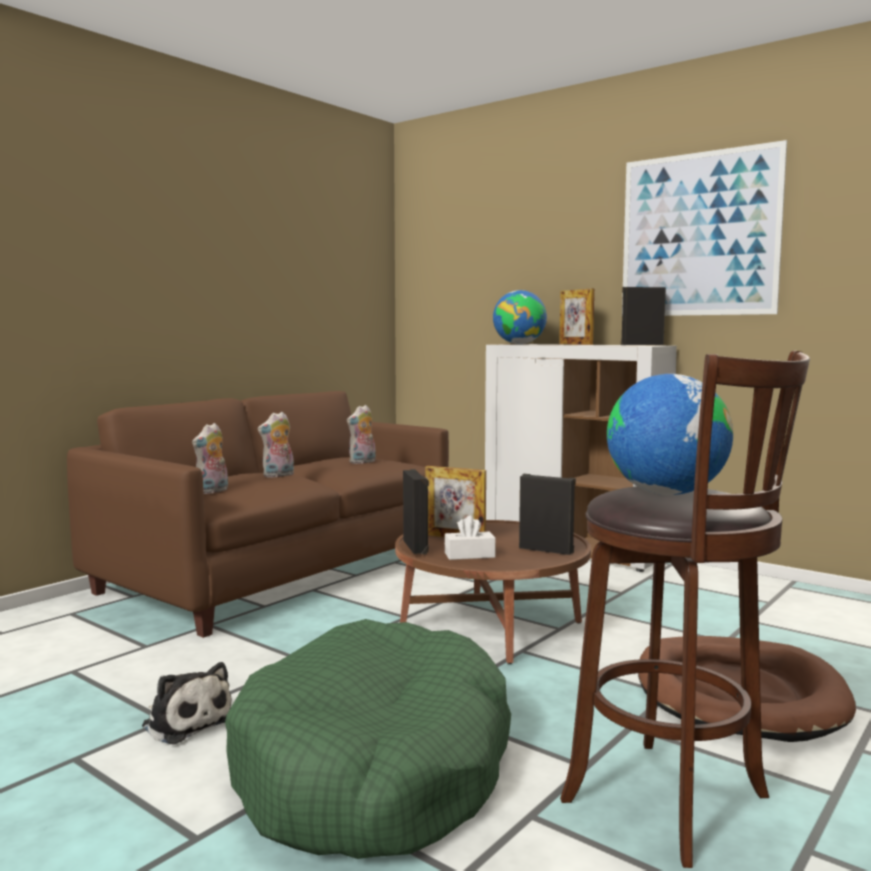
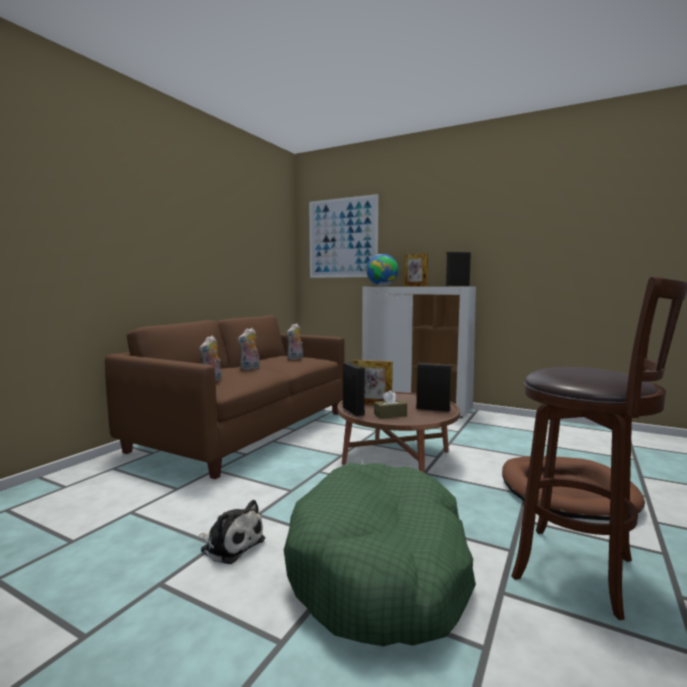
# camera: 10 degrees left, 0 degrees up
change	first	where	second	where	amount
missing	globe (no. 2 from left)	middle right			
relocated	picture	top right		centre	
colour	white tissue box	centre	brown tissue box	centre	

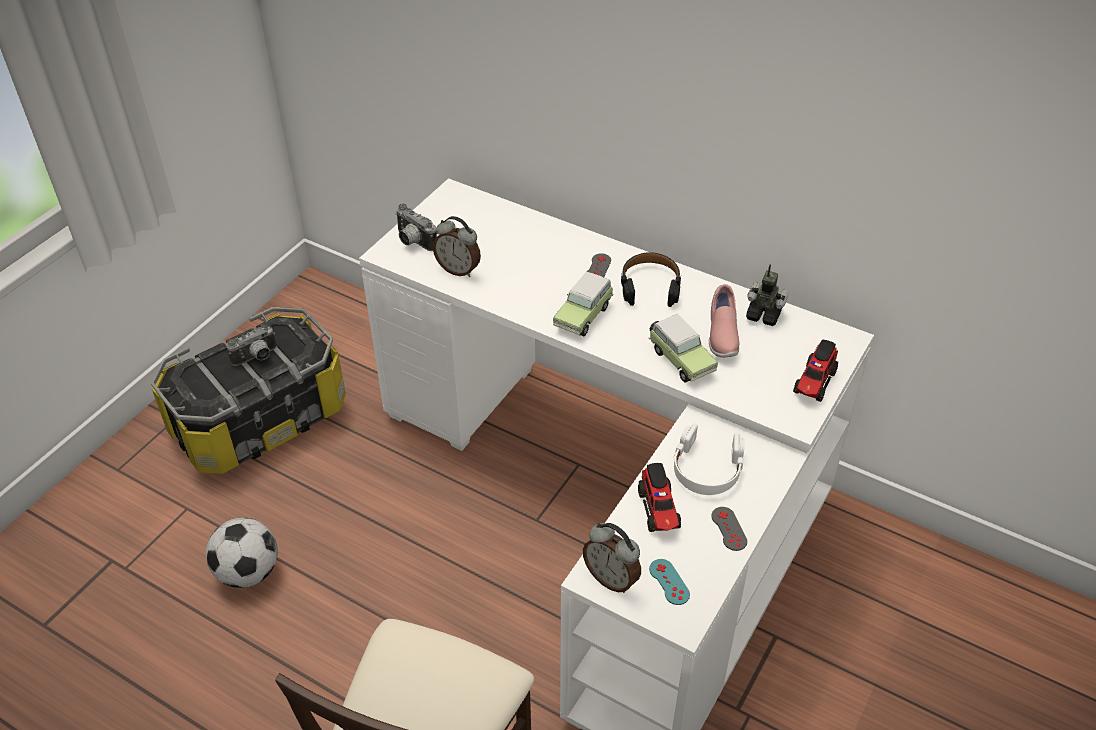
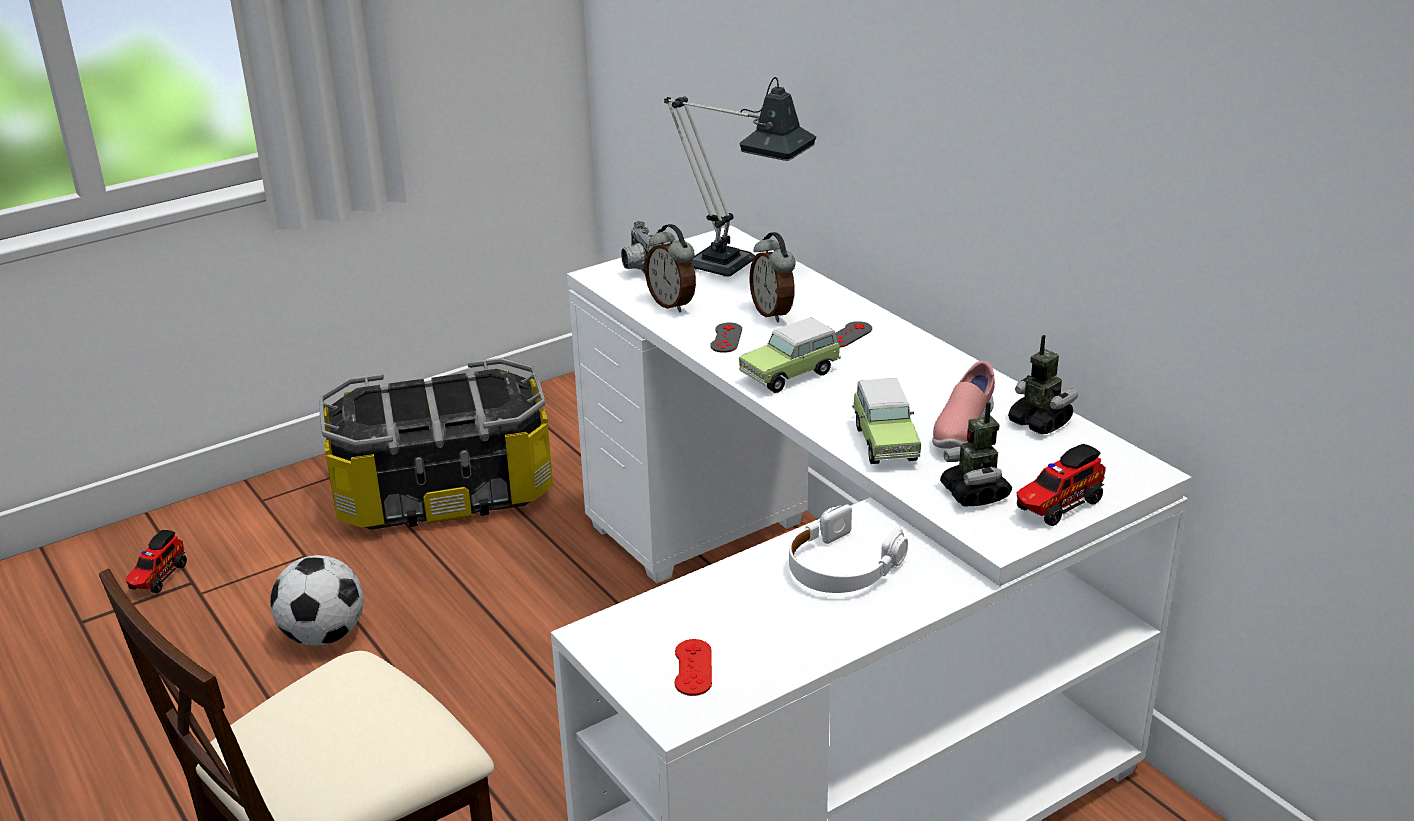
# camera: 25 degrees right, 15 degrees down
change	first	where	second	where	amount
missing	photo camera (no. 1 from left)	middle left			
missing	black headphones	centre			
appeared			table lamp	top centre	
appeared			toy robot (no. 1 from left)	middle right	
relocated	alarm clock (no. 2 from left)	bottom centre		centre	
relocated	toy truck (no. 1 from left)	bottom centre		bottom left	
relocated	grey game controller (no. 2 from left in the first image)	bottom centre	grey game controller (no. 1 from left)	centre	
colour	turquoise game controller	bottom centre	red game controller	bottom centre	

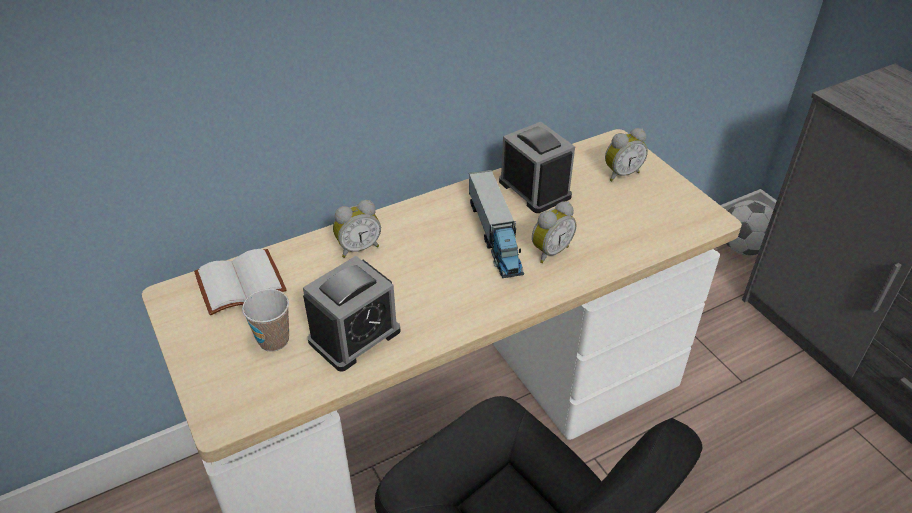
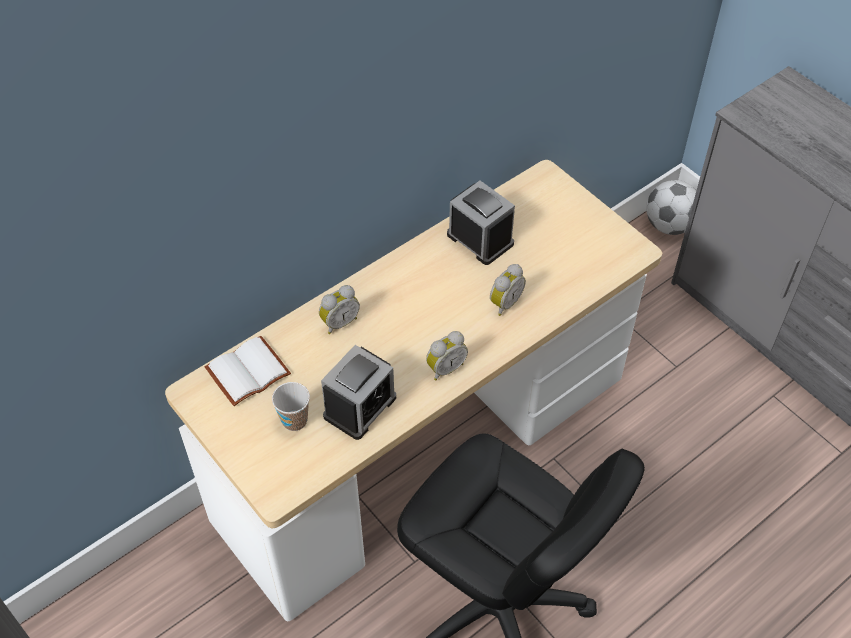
# camera: 10 degrees left, 10 degrees up
change	first	where	second	where	amount
missing	toy truck	centre			
relocated	alarm clock (no. 5 from left in the first image)	top right	alarm clock (no. 3 from left)	centre	

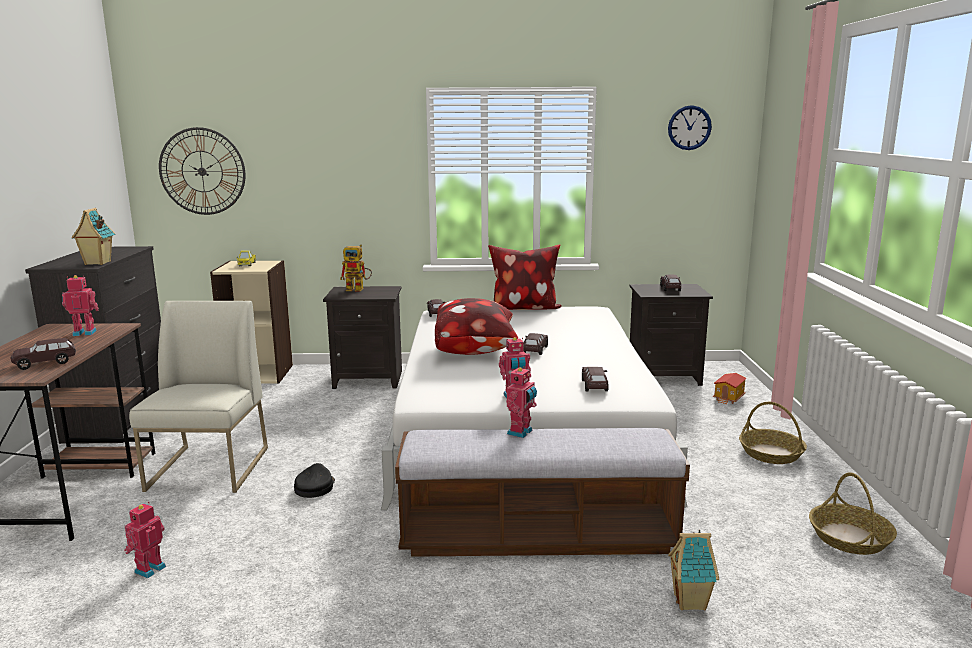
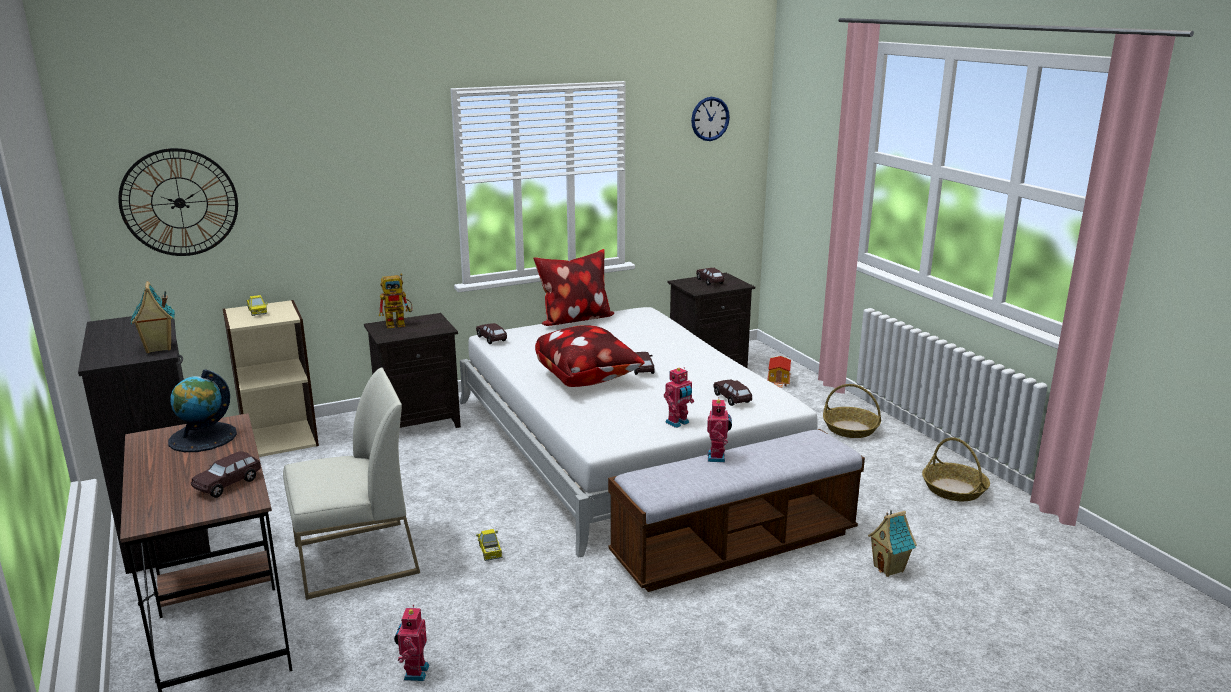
# camera: 25 degrees left, 5 degrees up
change	first	where	second	where	amount
exchanged	toy robot (no. 1 from left)	middle left	globe	middle left	
exchanged	black cap	bottom left	toy truck (no. 2 from left)	bottom centre	
spun	white chair	middle left		bottom left	90 degrees clockwise

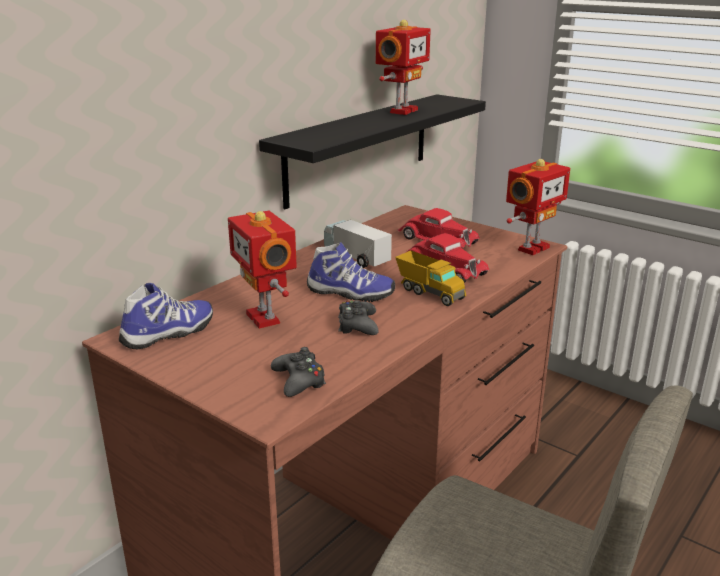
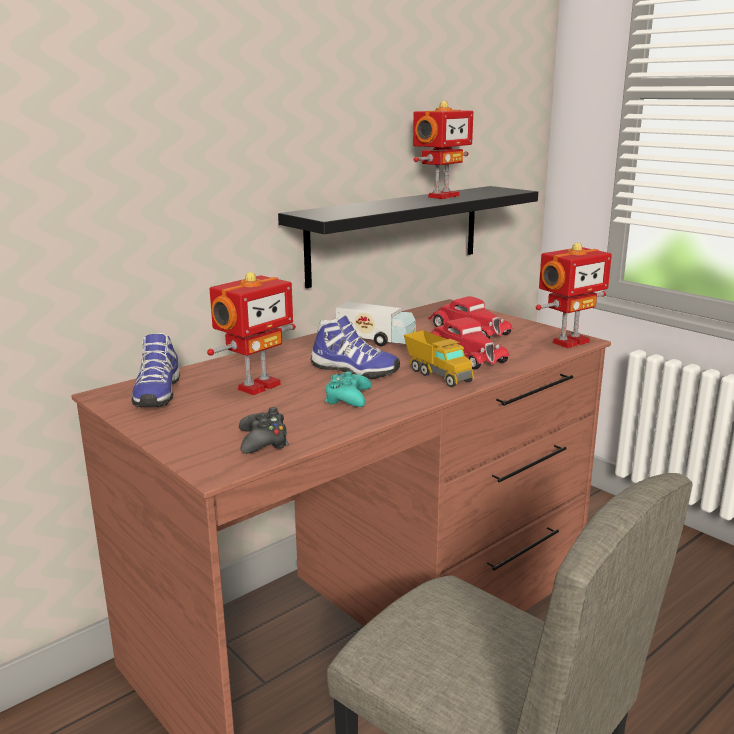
# camera: 10 degrees right, 5 degrees down
change	first	where	second	where	amount
colour	black game controller (no. 2 from left)	centre	turquoise game controller	centre	
spun	shoe (no. 1 from left)	middle left		middle left	120 degrees clockwise
spun	toy robot (no. 1 from left)	centre		centre	120 degrees counterclockwise
spun	toy truck (no. 1 from left)	centre		centre	150 degrees clockwise

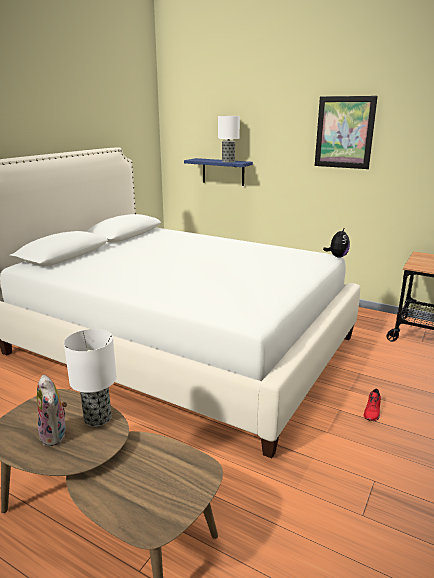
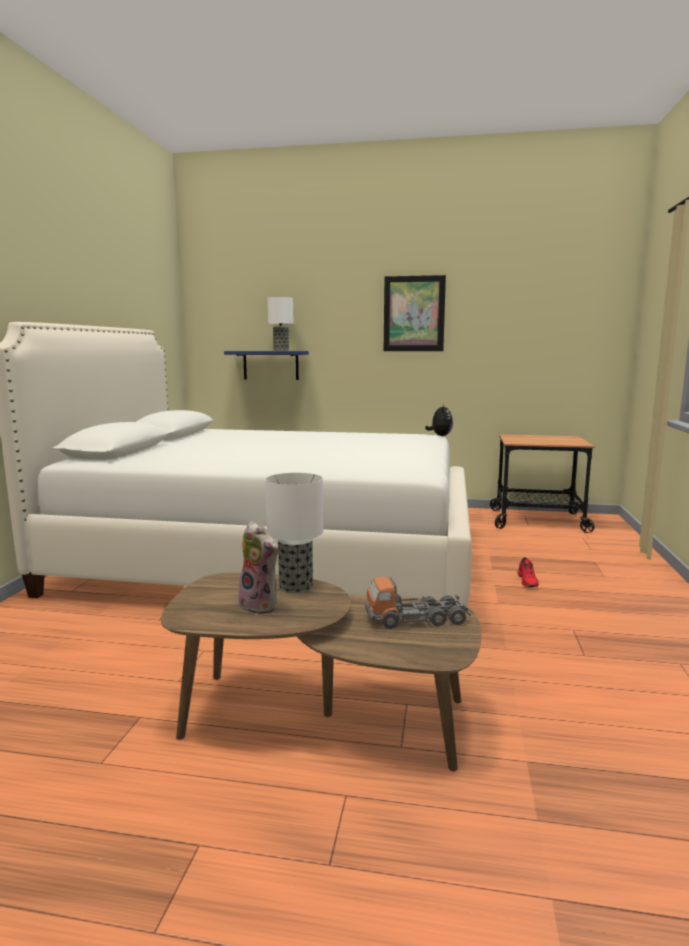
# camera: 20 degrees left, 10 degrees down
change	first	where	second	where	amount
appeared			toy truck	centre	

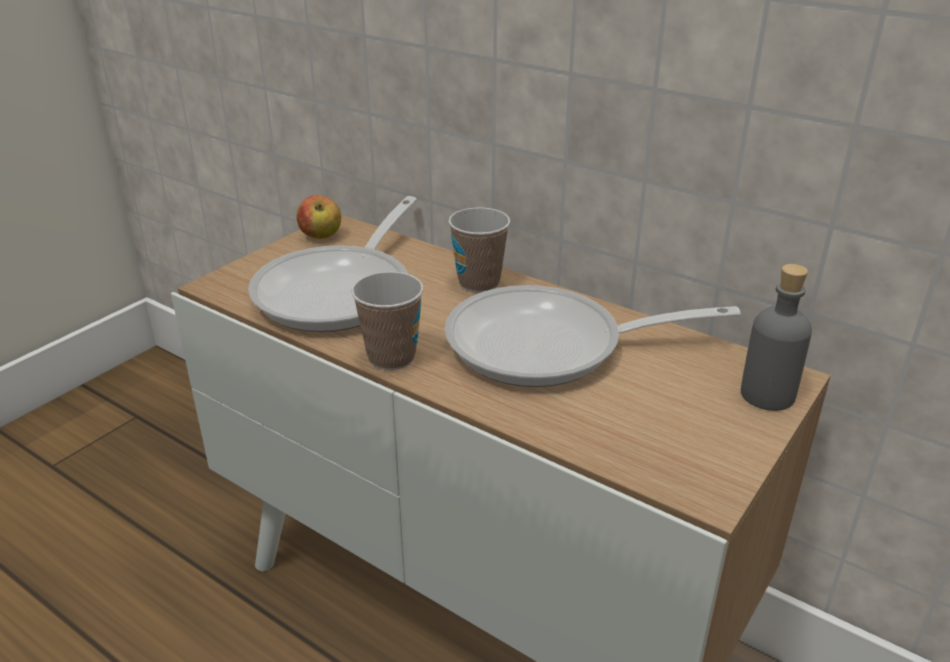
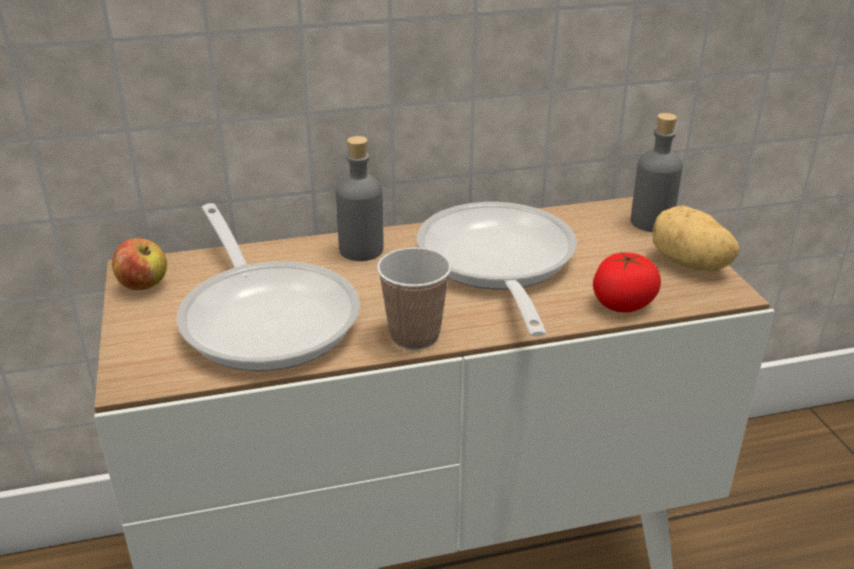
# camera: 50 degrees left, 0 degrees up
change	first	where	second	where	amount
appeared			tomato	middle right	
appeared			potato	middle right	
exchanged	cup (no. 2 from left)	centre	grey bottle (no. 1 from left)	centre	
spun	frying pan (no. 2 from left)	centre		centre	135 degrees clockwise

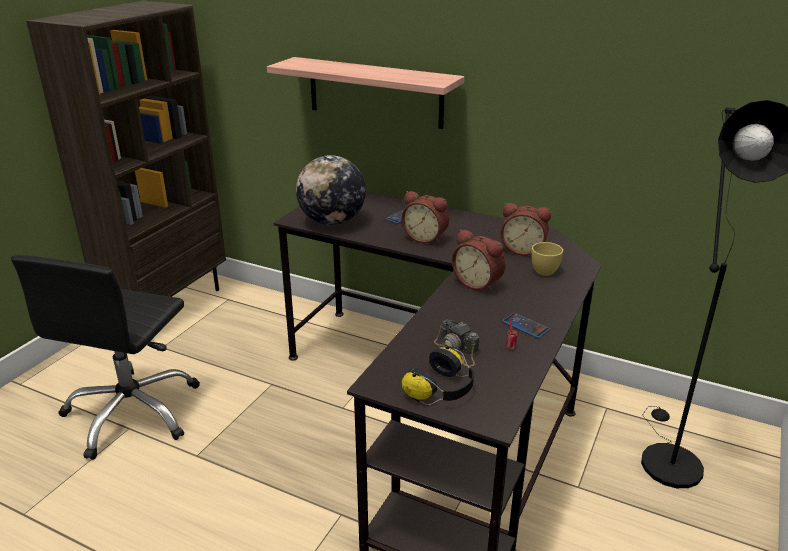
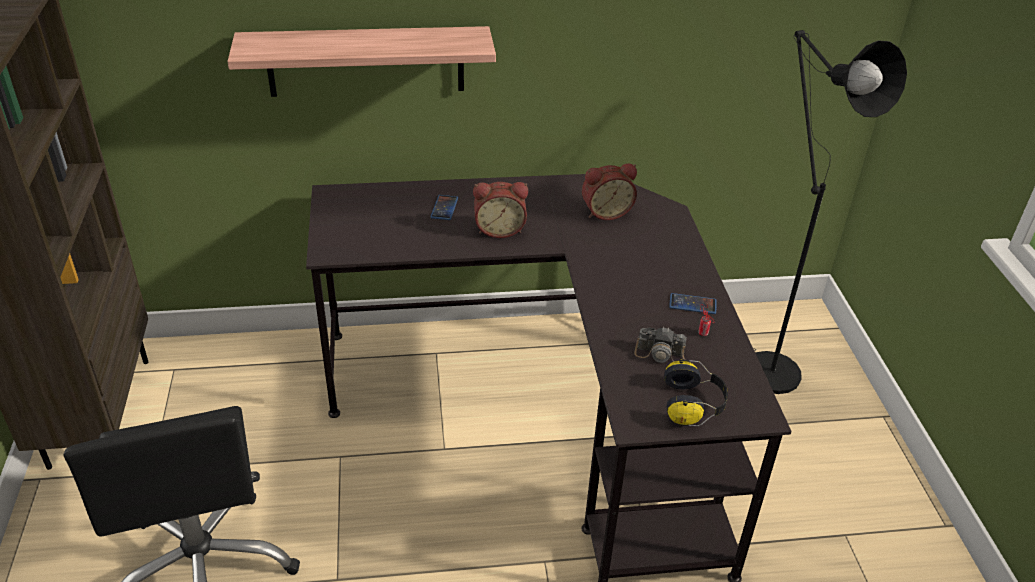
# camera: 35 degrees left, 10 degrees up
change	first	where	second	where	amount
missing	globe	centre			
missing	alarm clock (no. 2 from left)	centre			
missing	yellow cup	middle right			

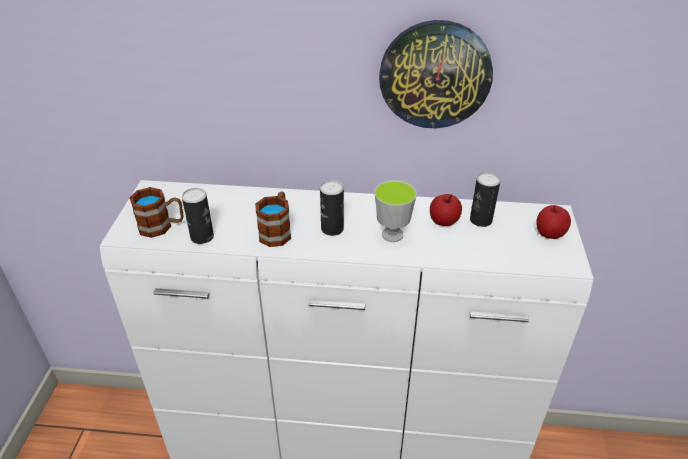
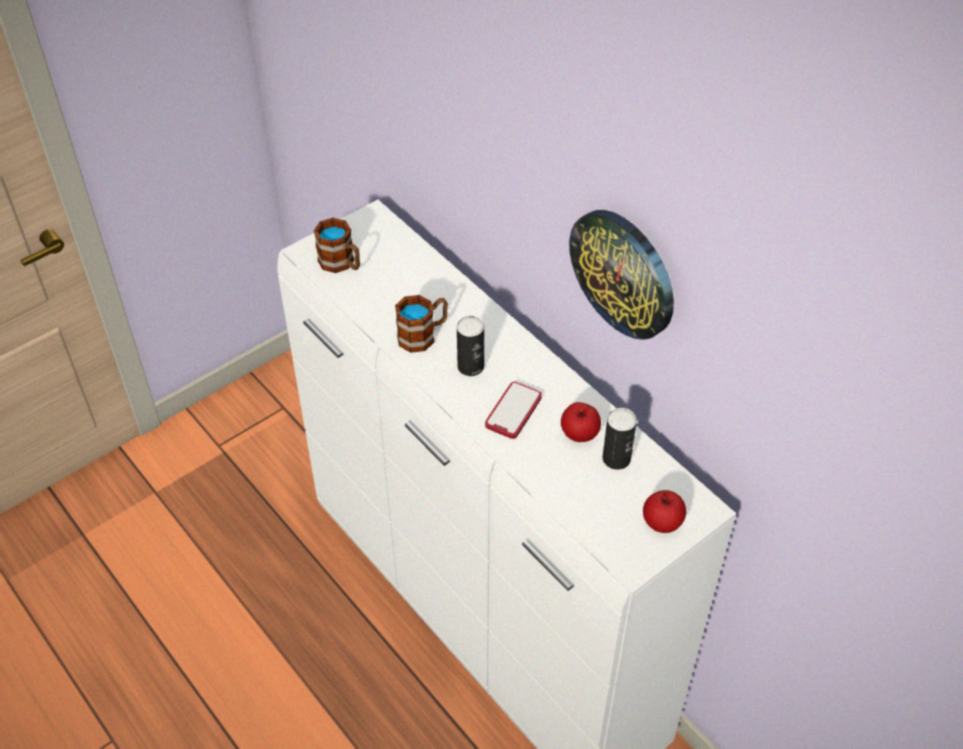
# camera: 45 degrees right, 10 degrees up
change	first	where	second	where	amount
missing	can (no. 1 from left)	middle left			
exchanged	cup	centre	phone	centre	

